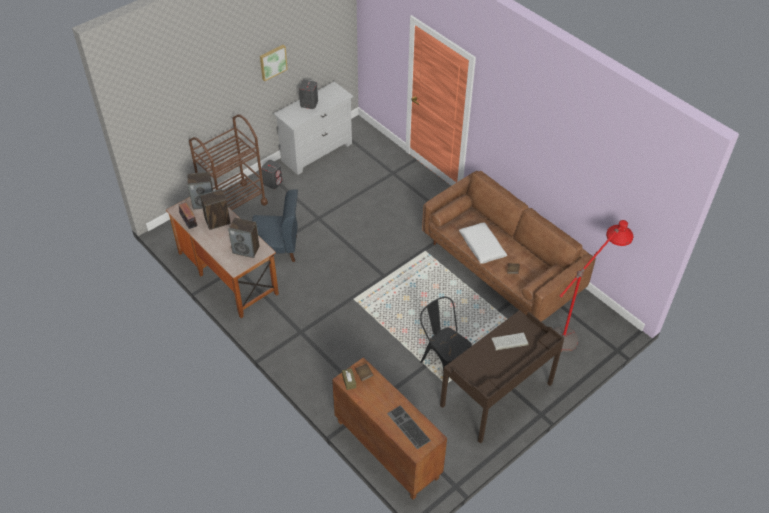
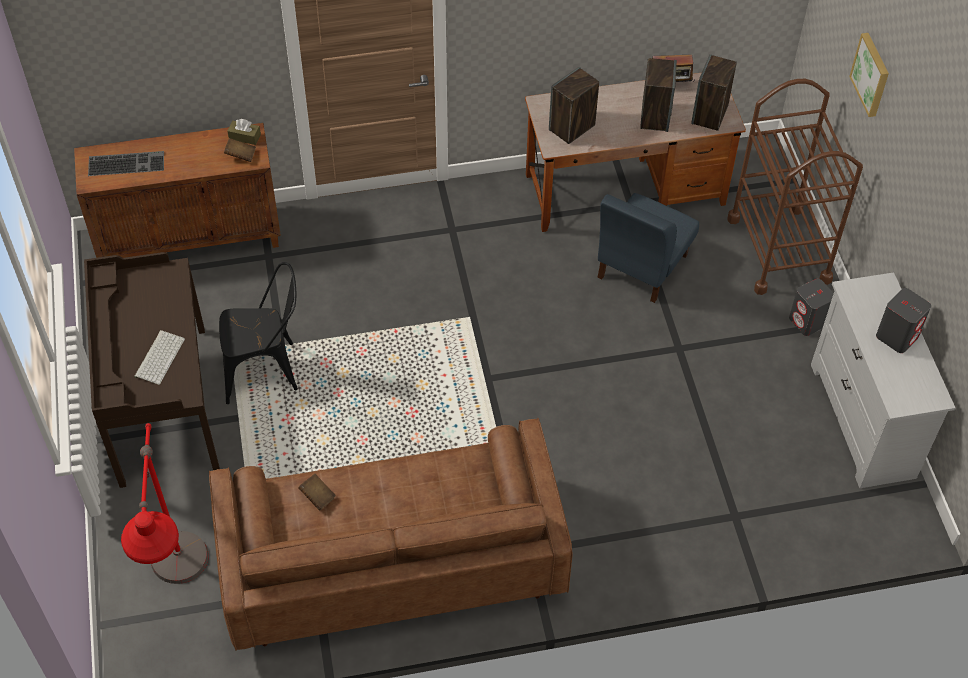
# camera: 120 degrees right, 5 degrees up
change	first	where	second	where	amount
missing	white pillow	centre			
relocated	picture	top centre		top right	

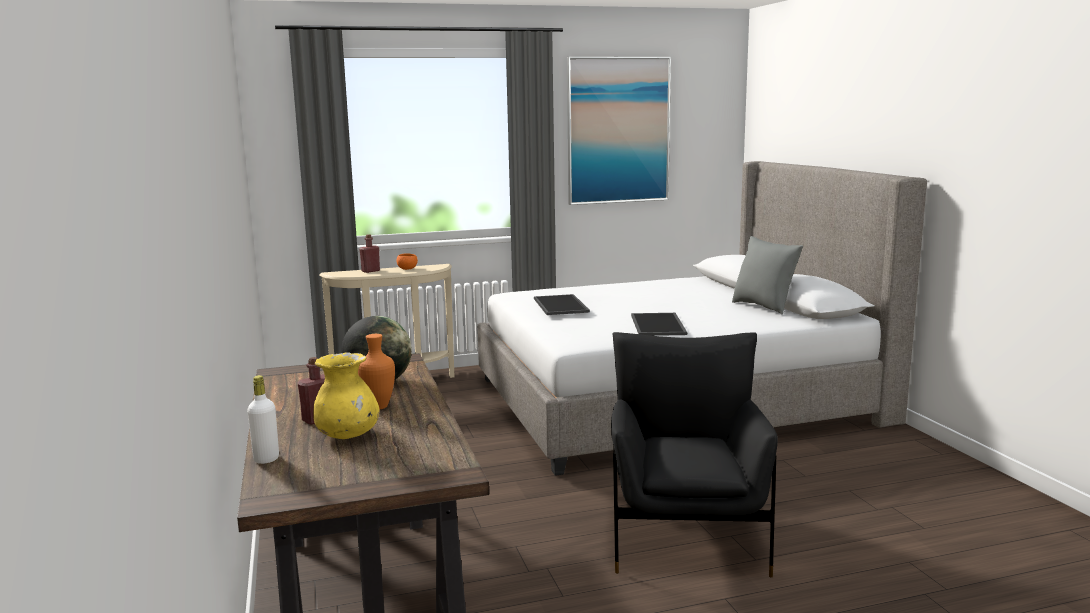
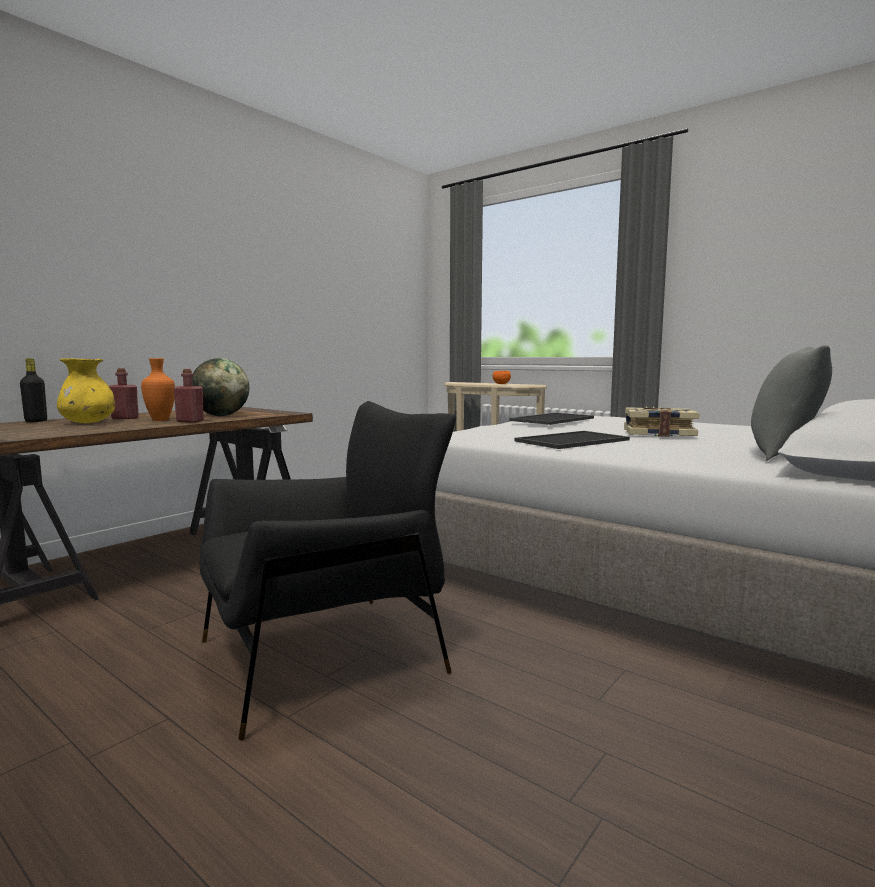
# camera: 55 degrees right, 5 degrees down
change	first	where	second	where	amount
missing	picture	top centre			
appeared			book	middle right	
relocated	red bottle (no. 2 from left)	centre		middle left	
colour	white bottle	bottom left	black bottle	middle left	

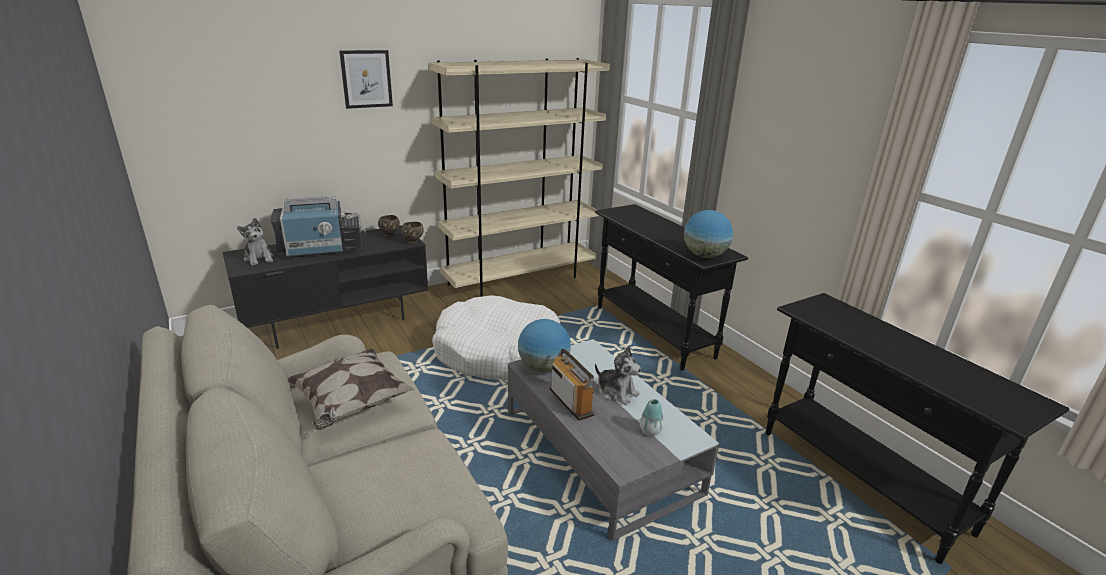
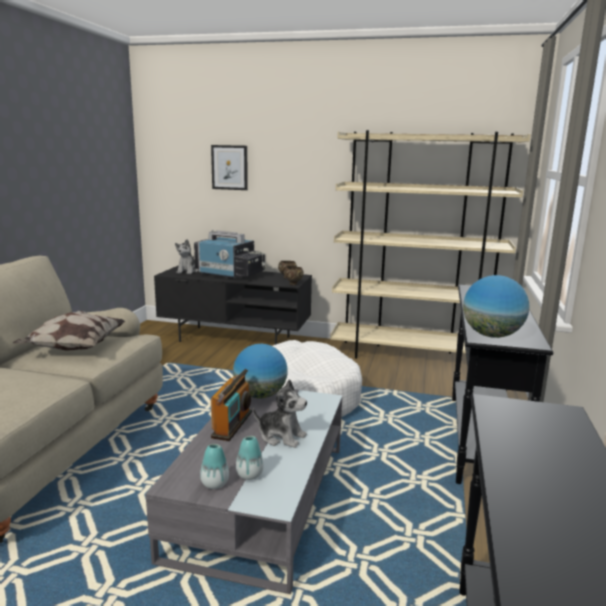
# camera: 45 degrees right, 10 degrees down
change	first	where	second	where	amount
appeared			vase (no. 1 from left)	bottom centre	
relocated	picture	top left		top centre	
spun	plush toy (no. 2 from left)	centre		bottom centre	60 degrees counterclockwise

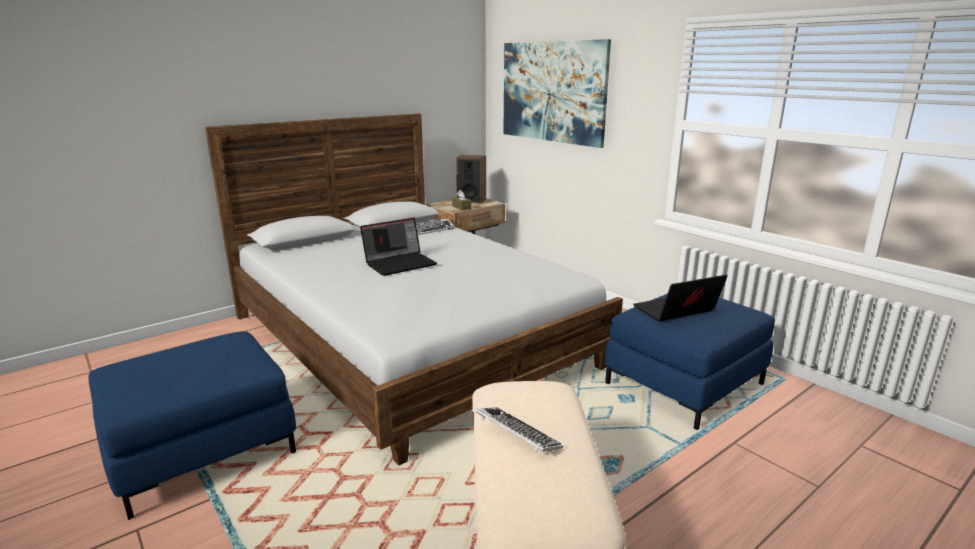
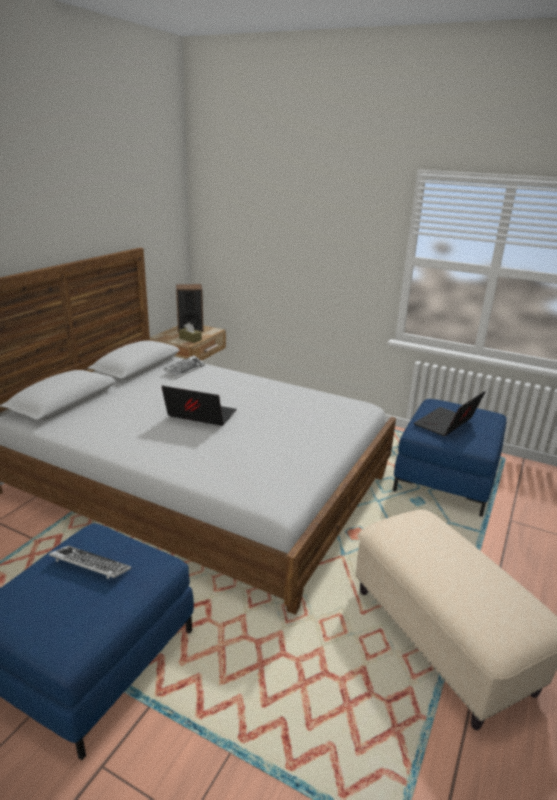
# camera: 25 degrees left, 5 degrees up
change	first	where	second	where	amount
missing	picture	top centre			
relocated	keyboard (no. 2 from left in the first image)	bottom centre	keyboard (no. 1 from left)	bottom left	
spun	laptop (no. 1 from left)	centre		centre	105 degrees counterclockwise

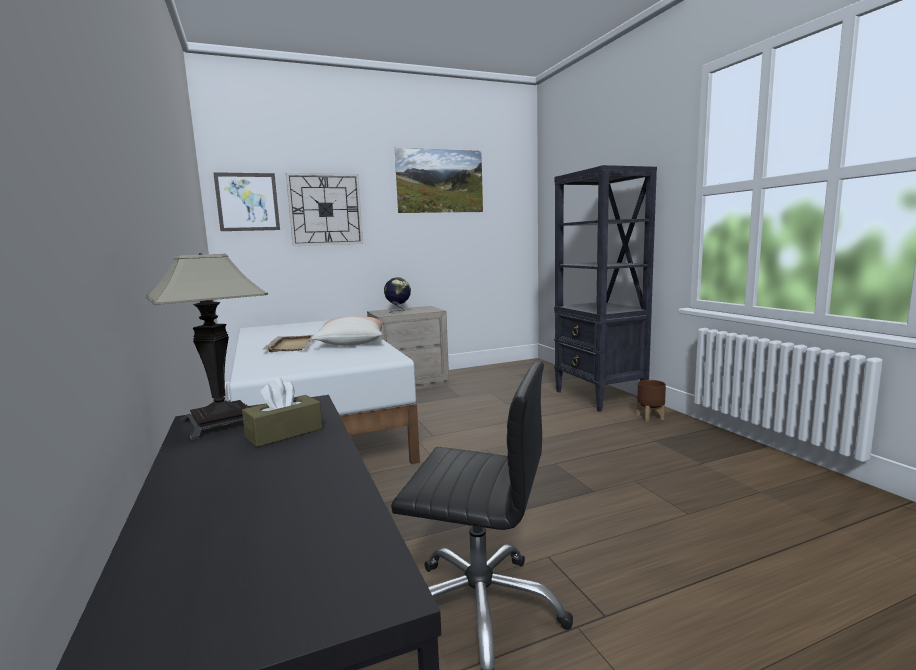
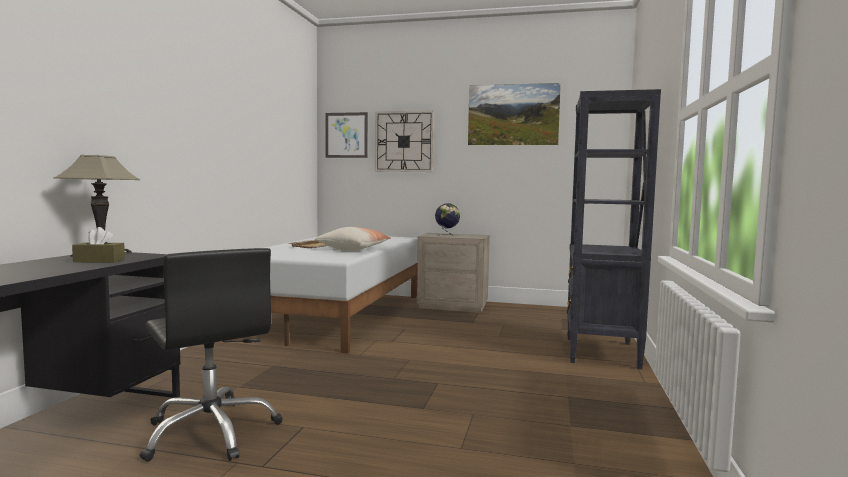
# camera: 35 degrees right, 5 degrees down
change	first	where	second	where	amount
missing	brown planter	middle right			

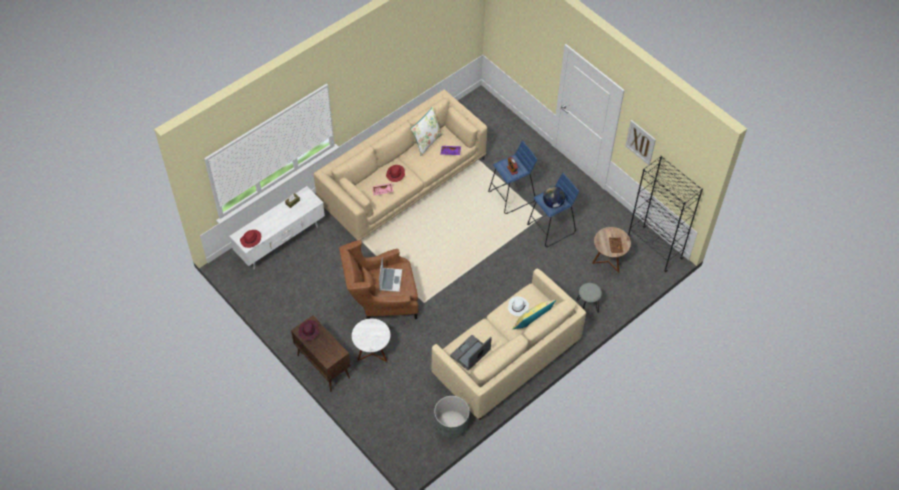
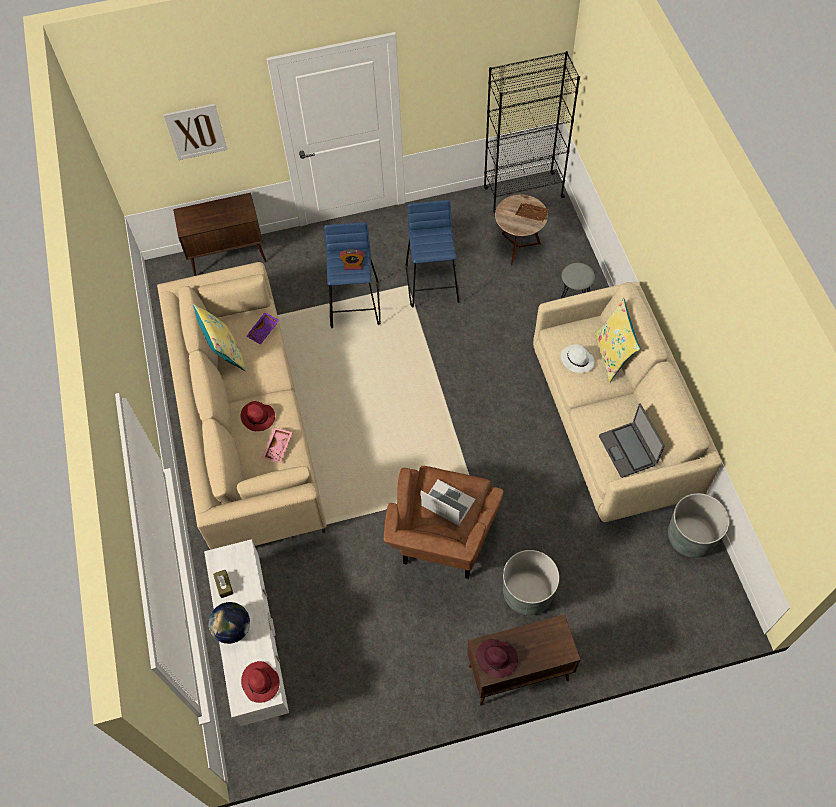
# camera: 60 degrees left, 5 degrees up
change	first	where	second	where	amount
appeared			brown cabinet (no. 1 from left)	top left	
relocated	globe	centre		bottom left	
relocated	picture	top right		top left	
exchanged	white side table	bottom centre	grey planter (no. 1 from left)	bottom centre	
colour	white pillow	top centre	yellow pillow (no. 1 from left)	middle left	

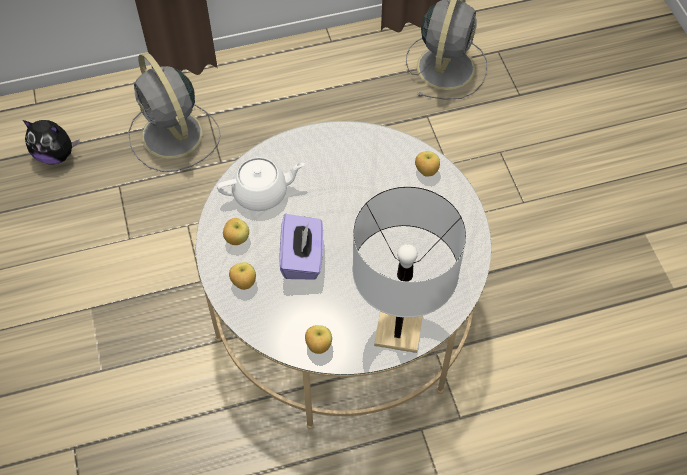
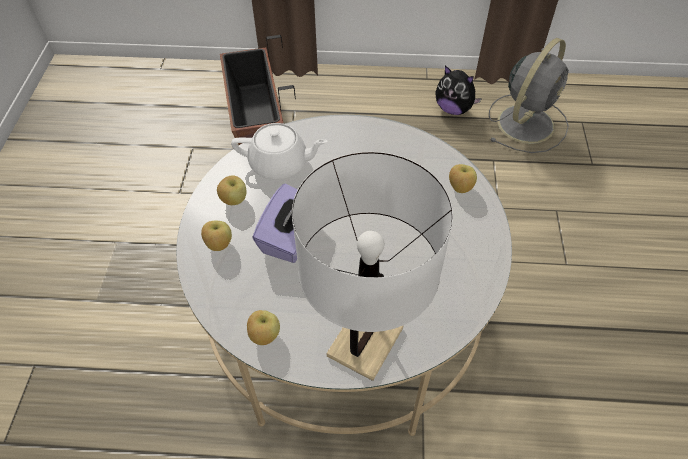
# camera: 20 degrees right, 5 degrees down
change	first	where	second	where	amount
relocated	plush toy	top left		top centre	
exchanged	grey fan (no. 1 from left)	top left	planter	top centre	

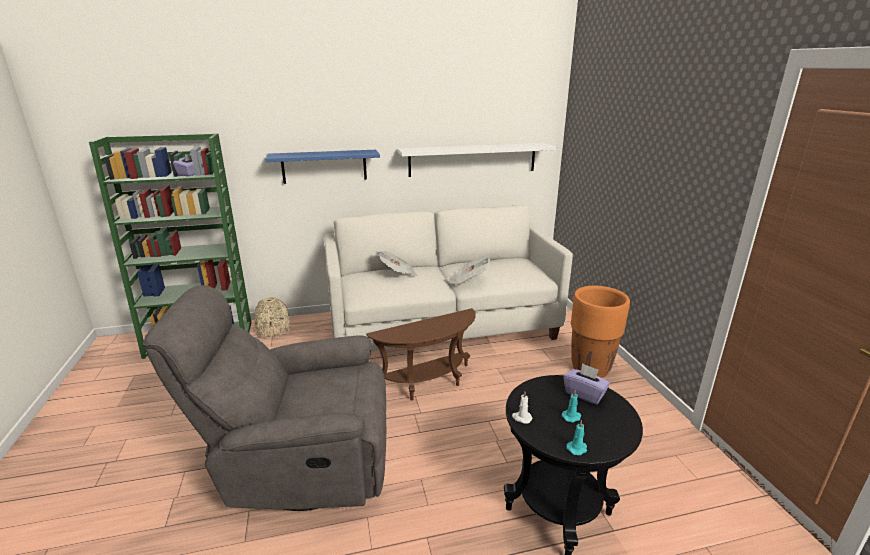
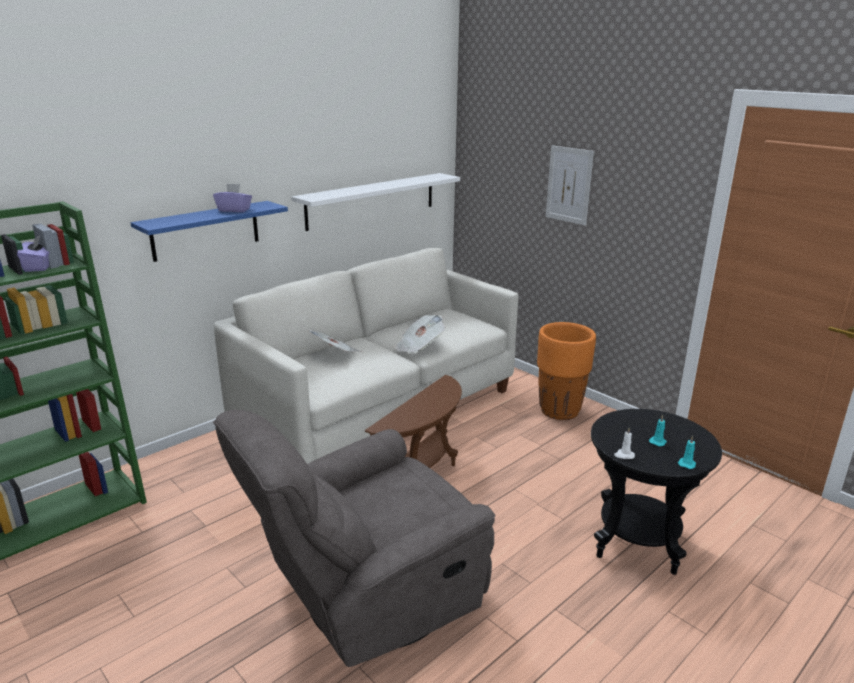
# camera: 30 degrees left, 0 degrees up
change	first	where	second	where	amount
missing	beige vase	middle left			
appeared			picture	top right	
relocated	purple tissue box (no. 2 from left)	bottom right		top left	

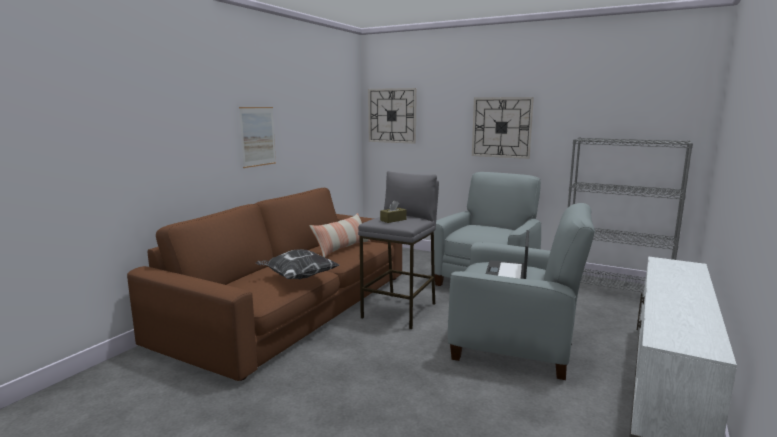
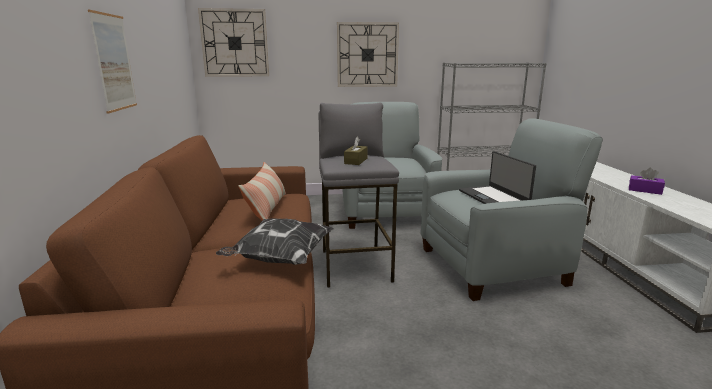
# camera: 35 degrees left, 5 degrees up
change	first	where	second	where	amount
appeared			purple tissue box	middle right	

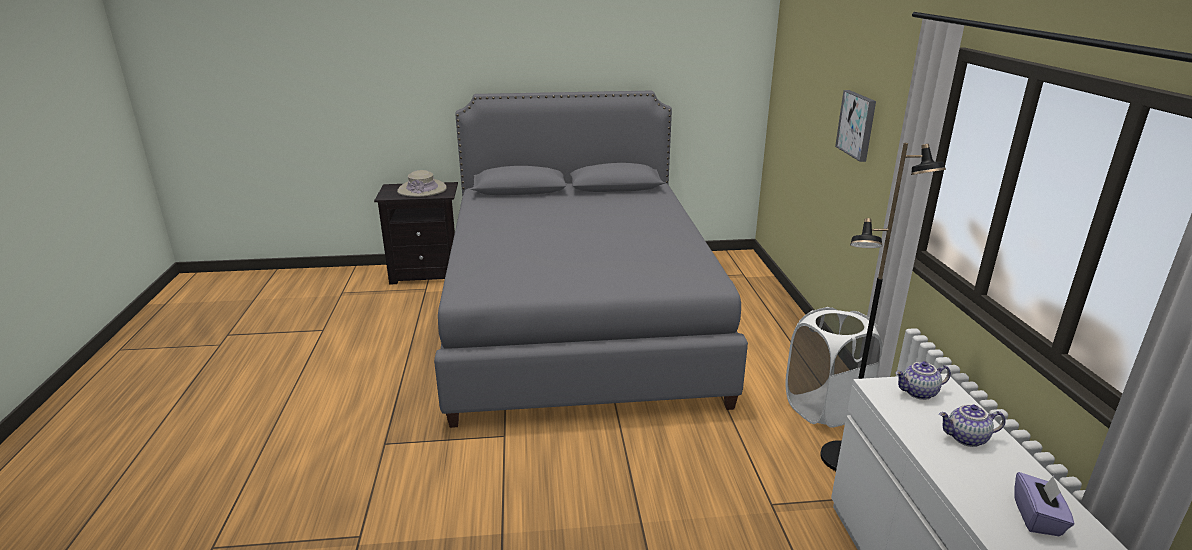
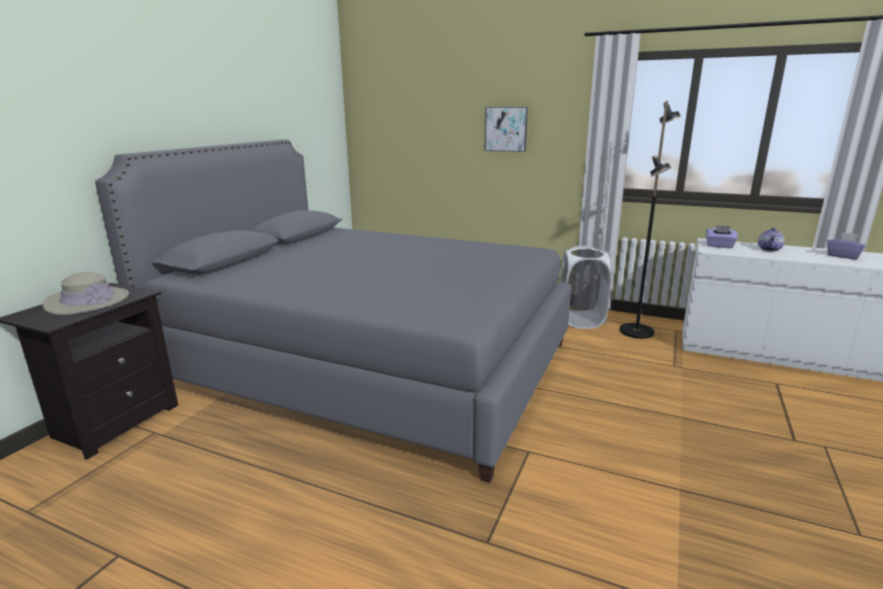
# camera: 60 degrees left, 5 degrees down
change	first	where	second	where	amount
exchanged	teapot (no. 1 from left)	bottom right	purple tissue box (no. 1 from left)	middle right	

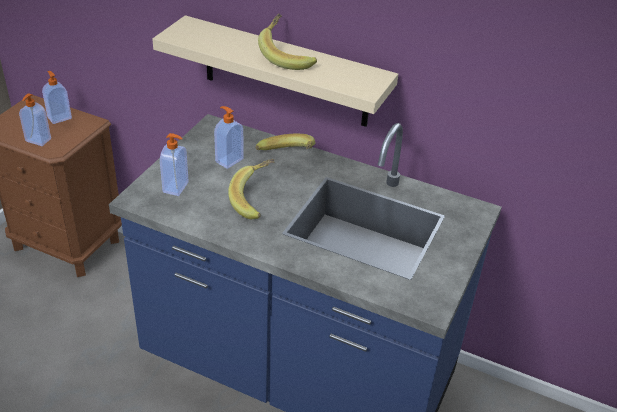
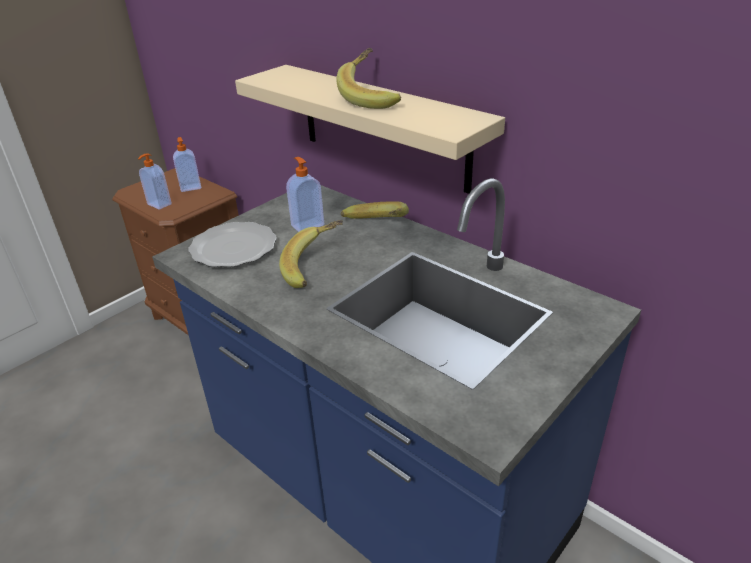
# camera: 20 degrees right, 5 degrees down
change	first	where	second	where	amount
exchanged	soap dispenser (no. 3 from left)	middle left	plate	middle left	

